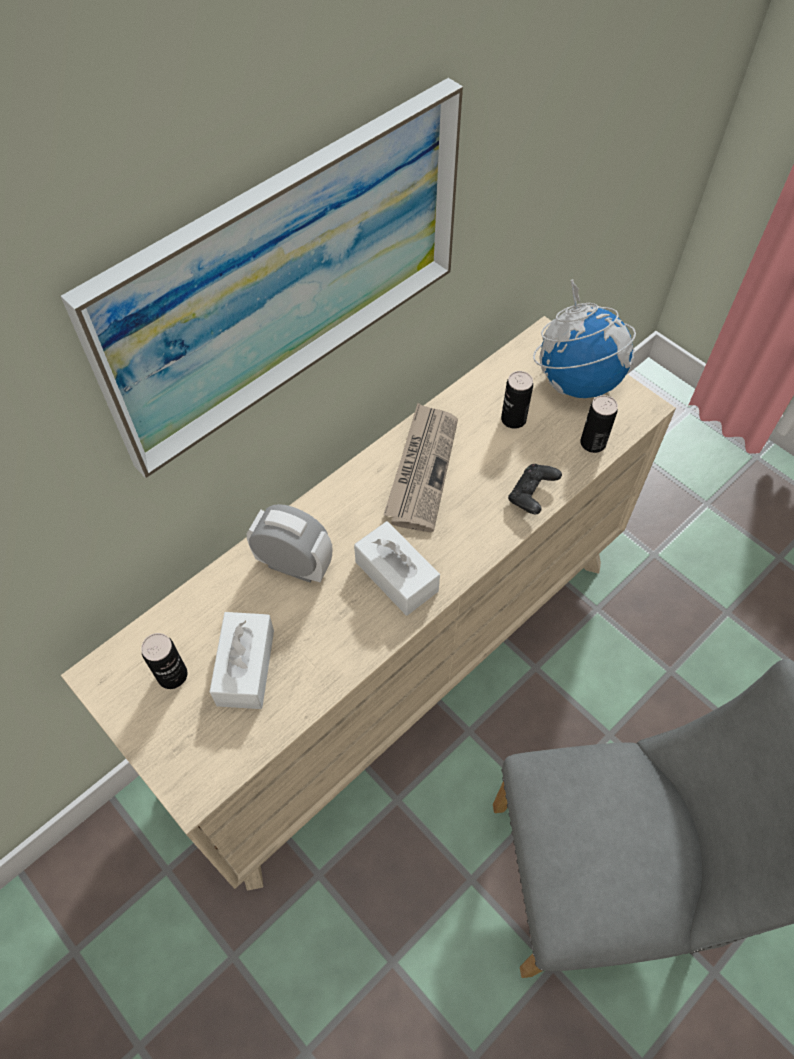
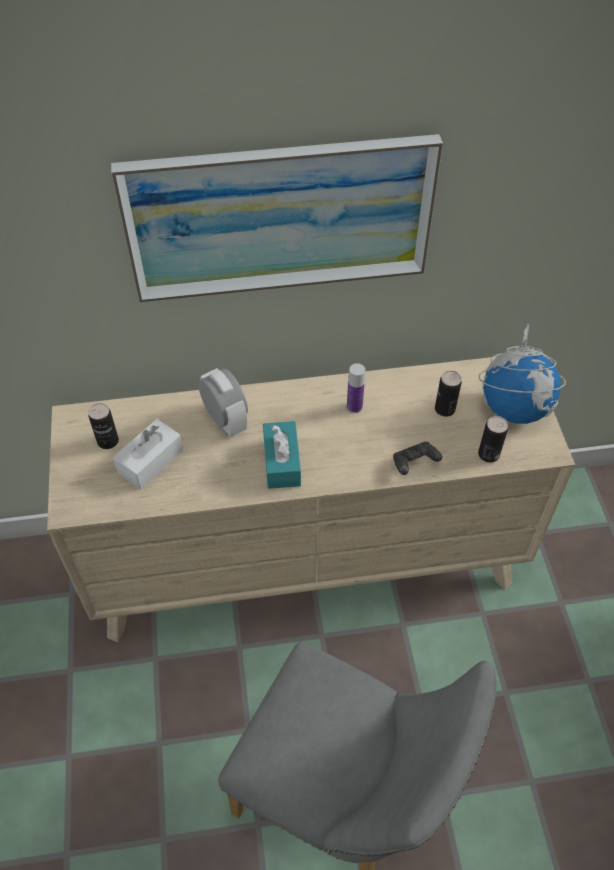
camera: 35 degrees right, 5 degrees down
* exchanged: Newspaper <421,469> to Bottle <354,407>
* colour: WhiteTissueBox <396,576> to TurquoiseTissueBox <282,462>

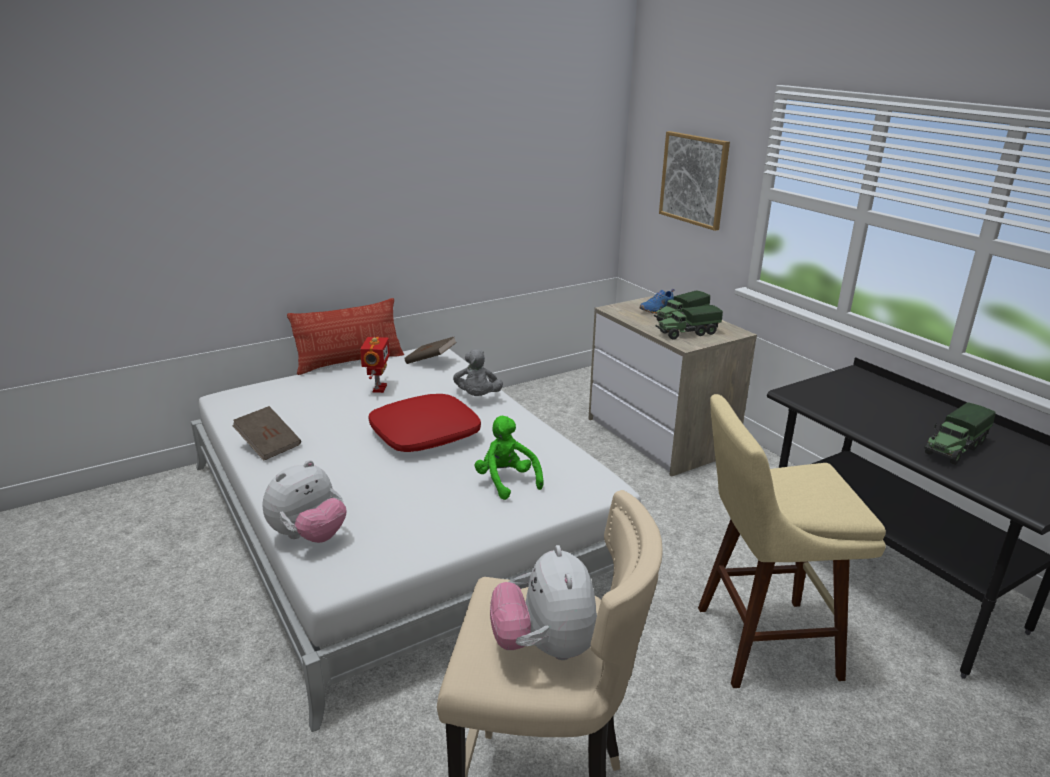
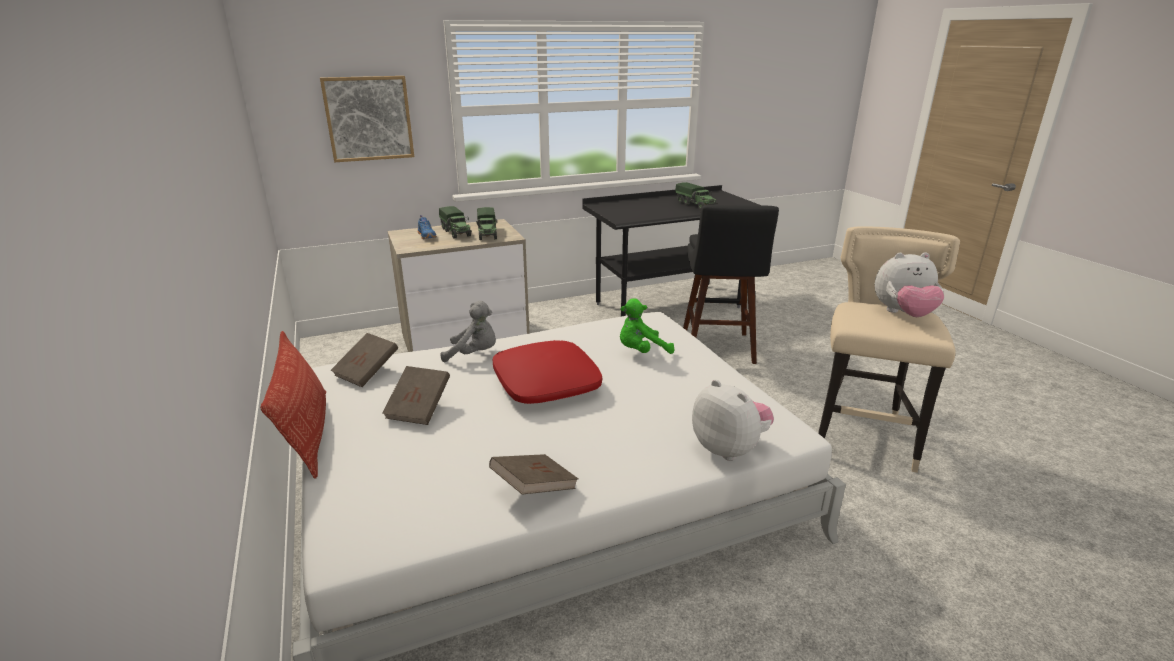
camera: 80 degrees left, 0 degrees up
* exchanged: ToyRobot <378,388> to BrownBook <419,408>
* colour: BeigeStool <759,642> to BlackStool <718,349>

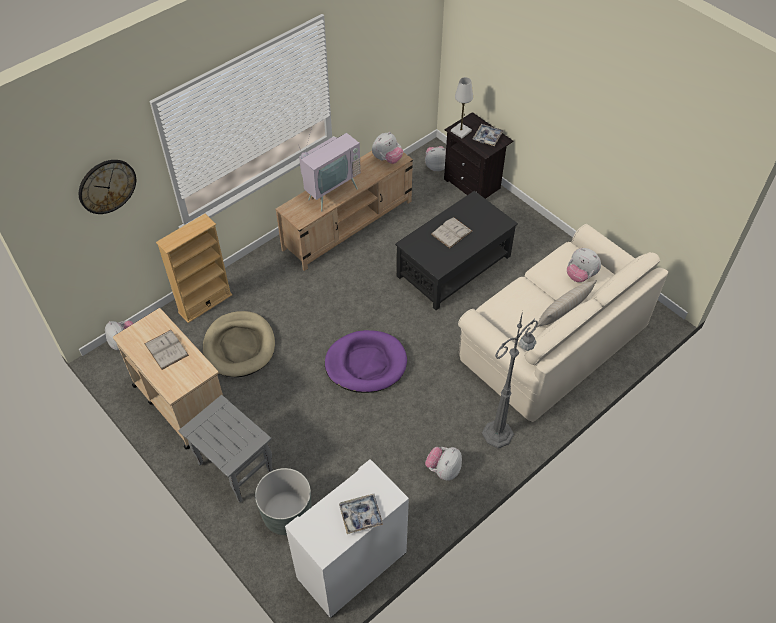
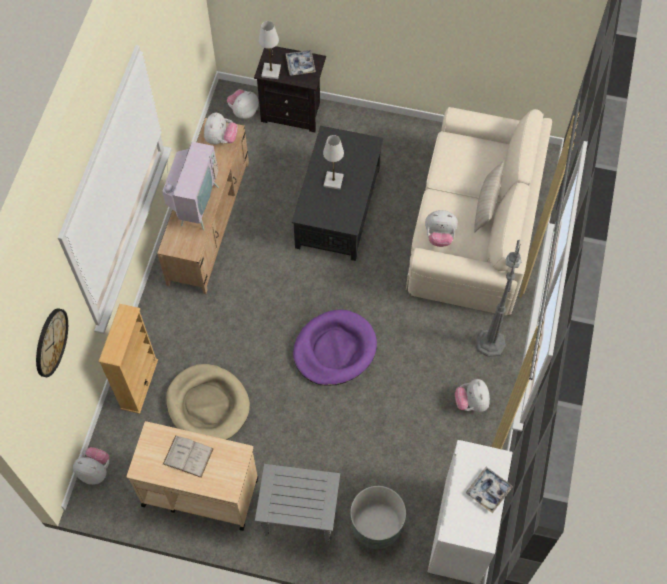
camera: 35 degrees left, 10 degrees up
* relocated: PlushToy <580,275> to <439,236>
* exchanged: WhiteBook <451,232> to WhiteTableLamp <333,181>

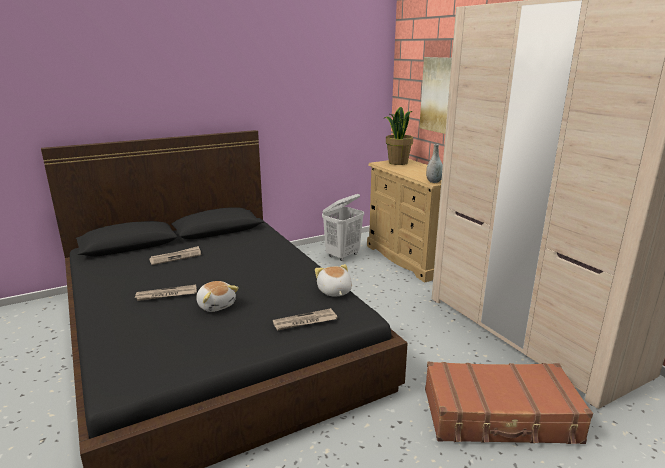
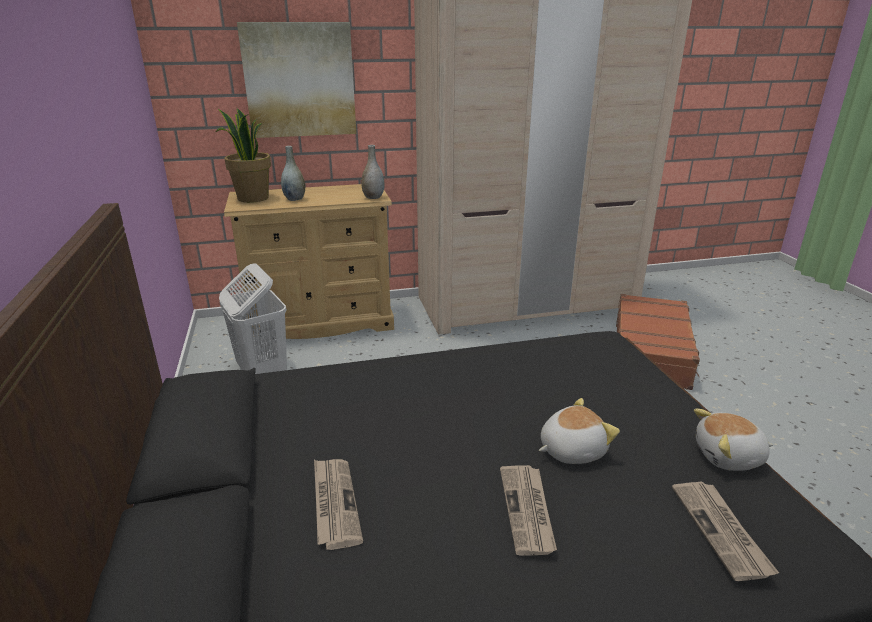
camera: 75 degrees left, 5 degrees up
* appeared: GreyVase <294,199>
* relocated: Newspaper <304,322> to <721,531>
* relocated: PlushToy <334,291> to <729,457>

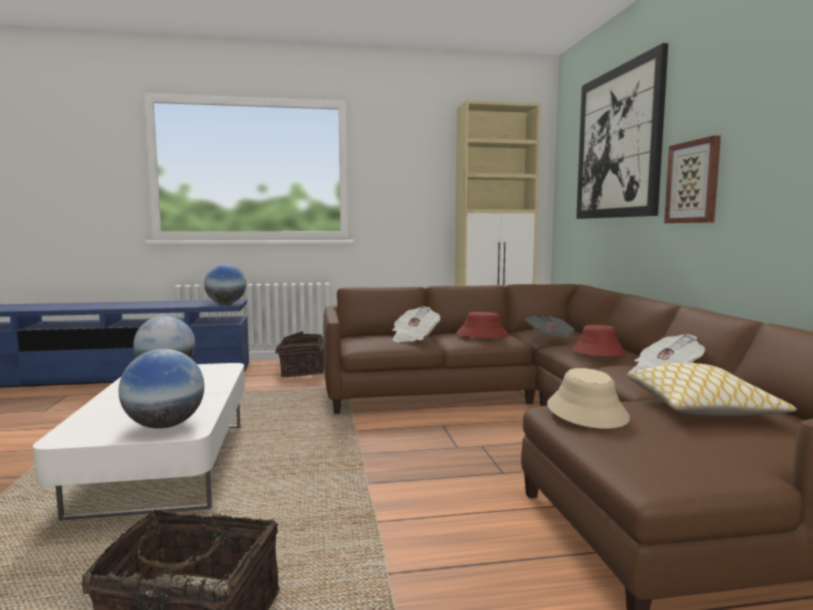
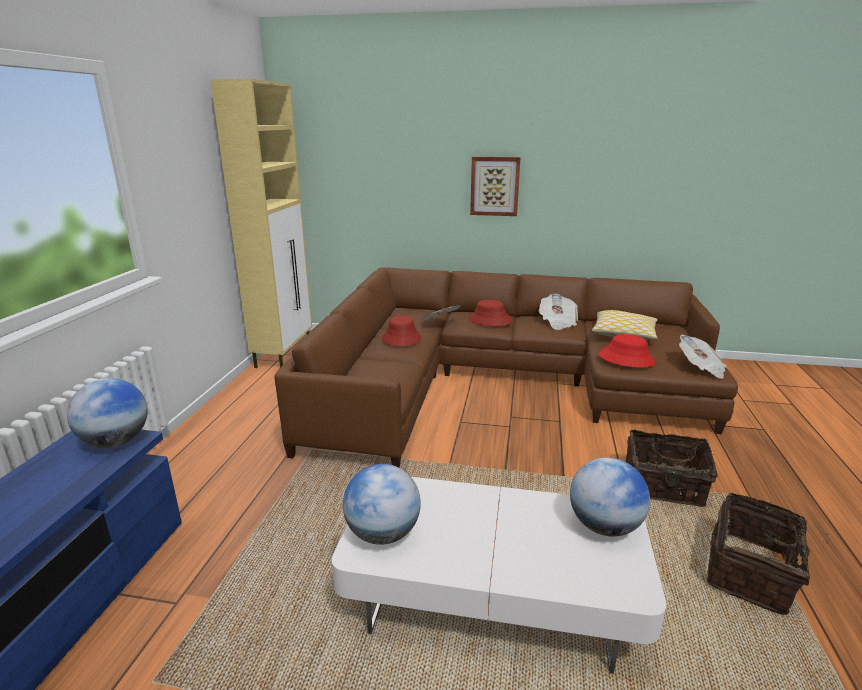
camera: 70 degrees left, 15 degrees up
* missing: Picture <618,143>
* relocated: Basket <301,371> to <663,487>
* relocated: Newspaper <413,338> to <700,368>
* colour: BeigeHat <587,412> to RedHat <626,358>

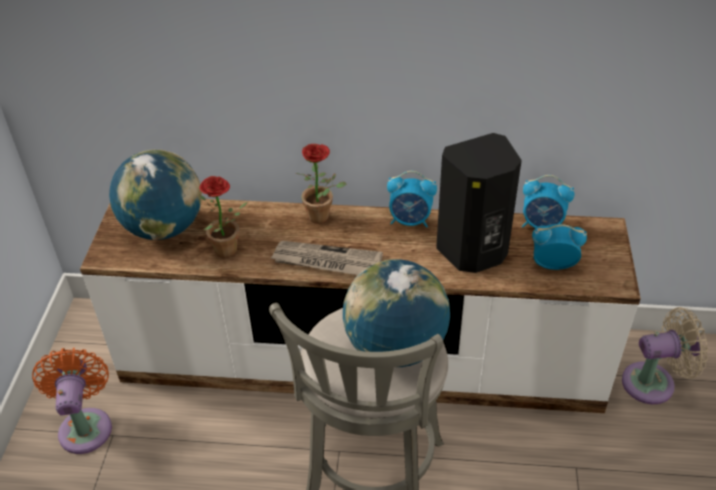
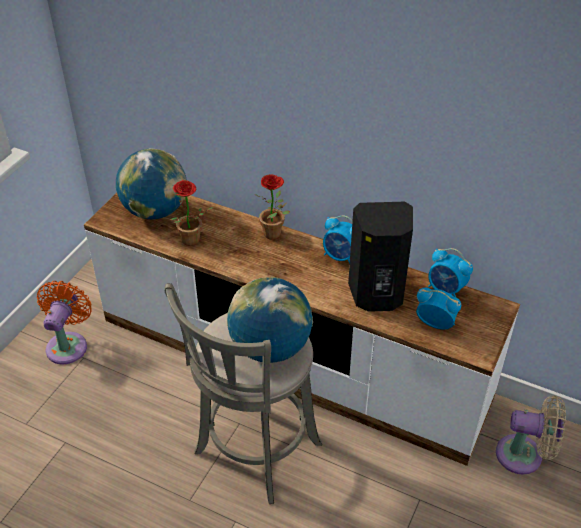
camera: 20 degrees right, 0 degrees up
* missing: Newspaper <326,261>

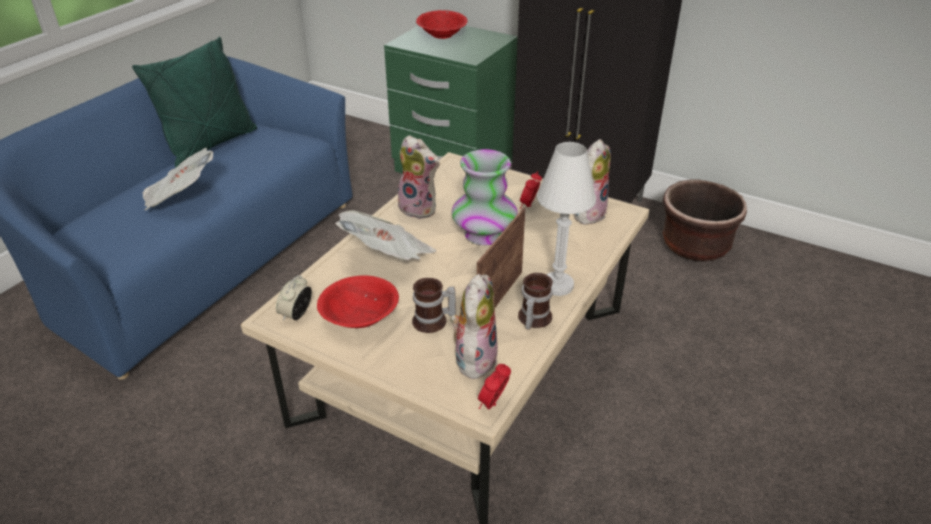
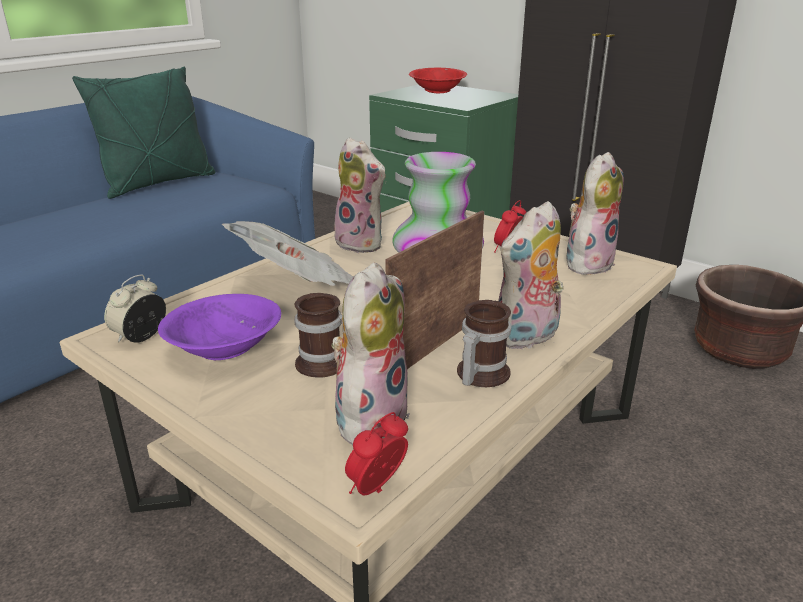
camera: 10 degrees right, 10 degrees down
* missing: Newspaper <180,197>
* exchanged: WhiteTableLamp <557,285> to PlushToy <527,338>
* colour: RedBowl <360,318> to PurpleBowl <224,349>

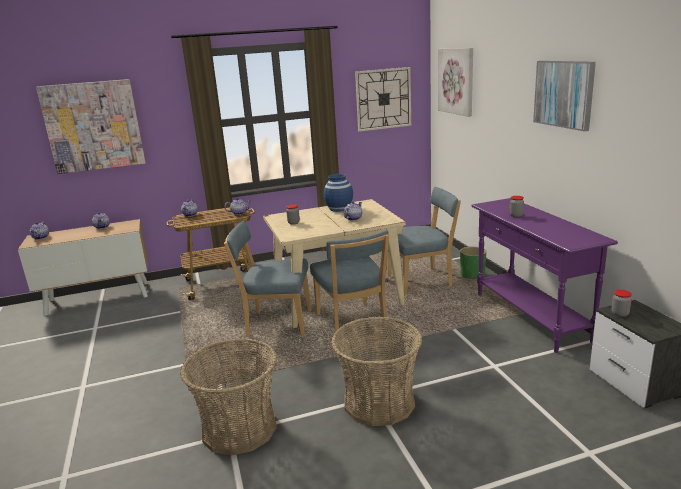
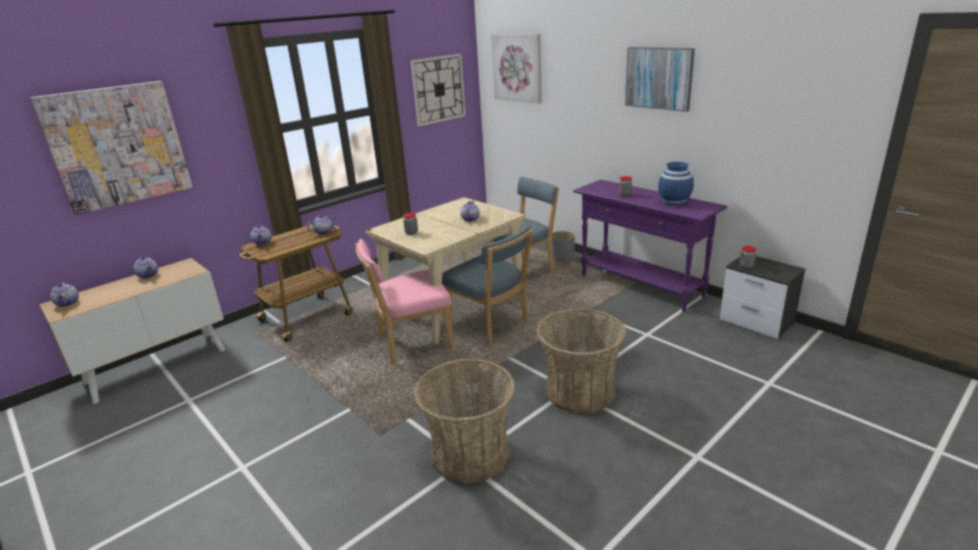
camera: 25 degrees left, 5 degrees up
* relocated: BlueVase <339,208> to <674,202>
* colour: BlueChair <276,323> to PinkChair <411,344>
* colour: GreenPlanter <472,275> to GreyPlanter <562,259>

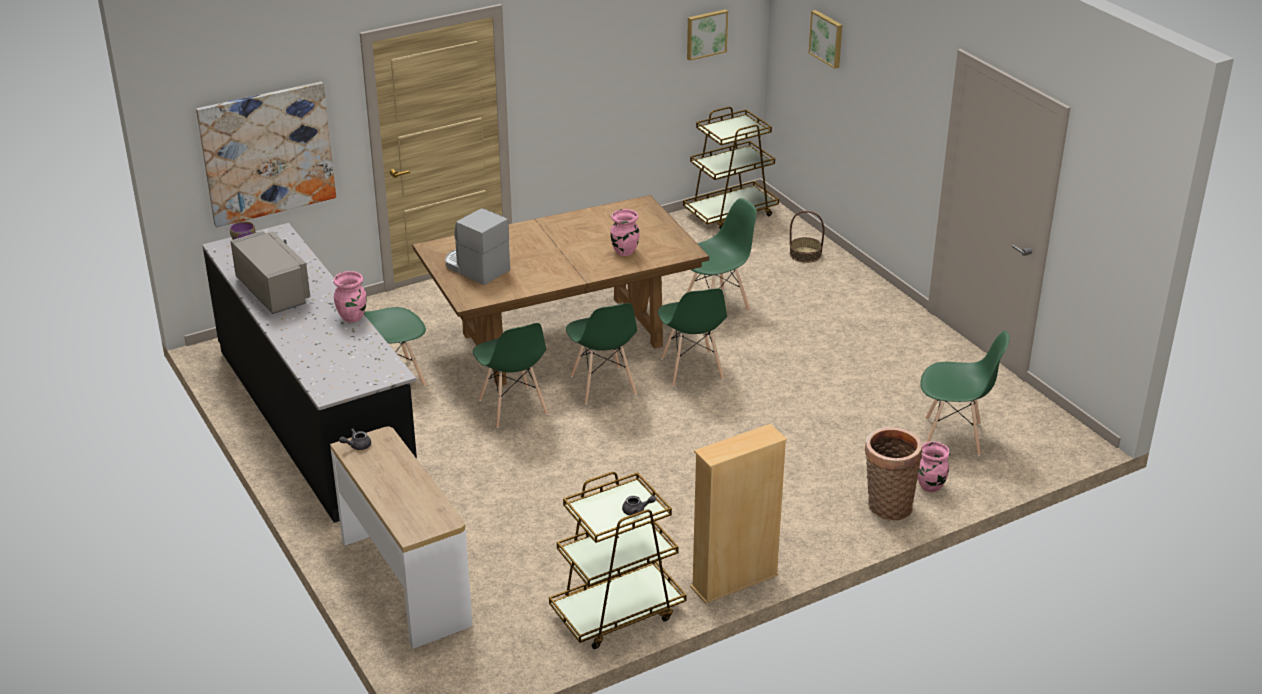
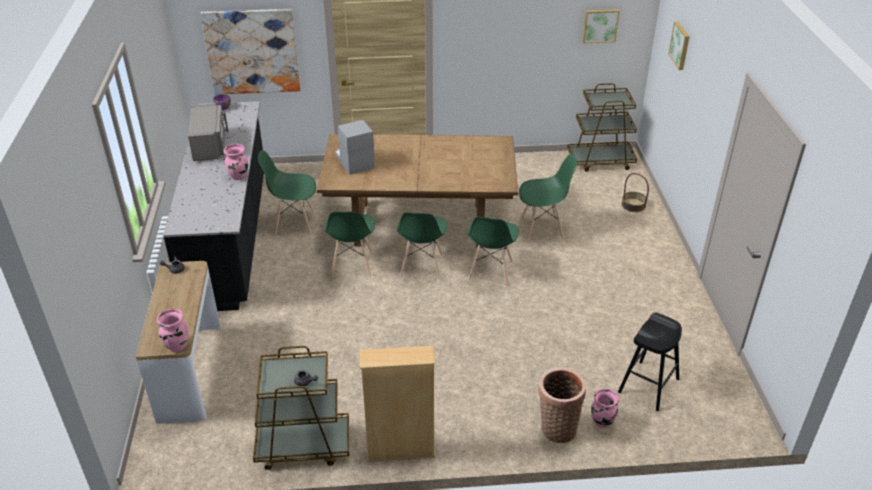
camera: 25 degrees right, 5 degrees up
* relocated: PinkVase <624,252> to <176,346>
* exchanged: GreenChair <953,437> to BlackStool <648,385>

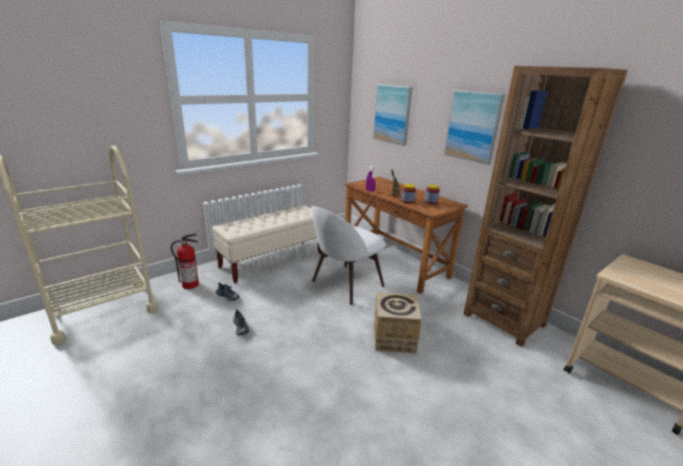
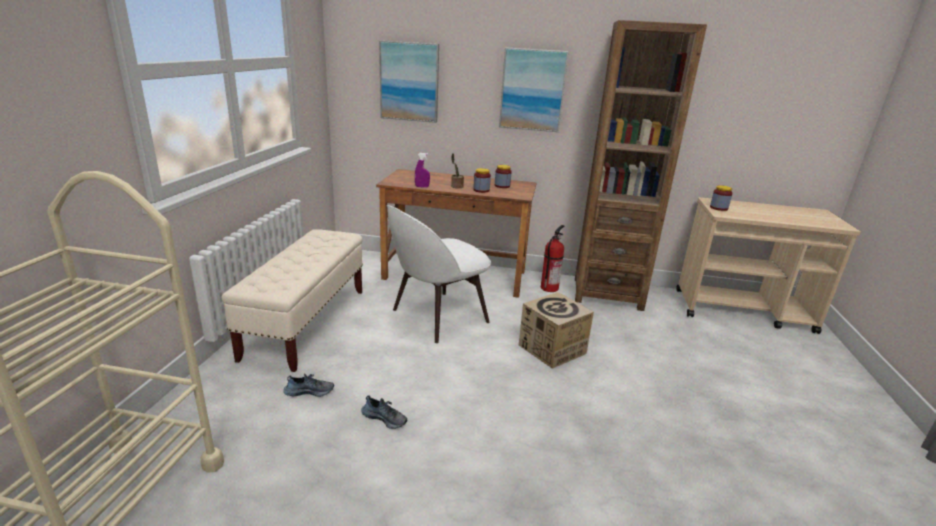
camera: 40 degrees left, 0 degrees up
* appeared: Jar <718,208>
* relocated: FireExtinguisher <191,284> to <549,287>
* spun: WhiteChair <345,285> = <436,317> 45 degrees clockwise

